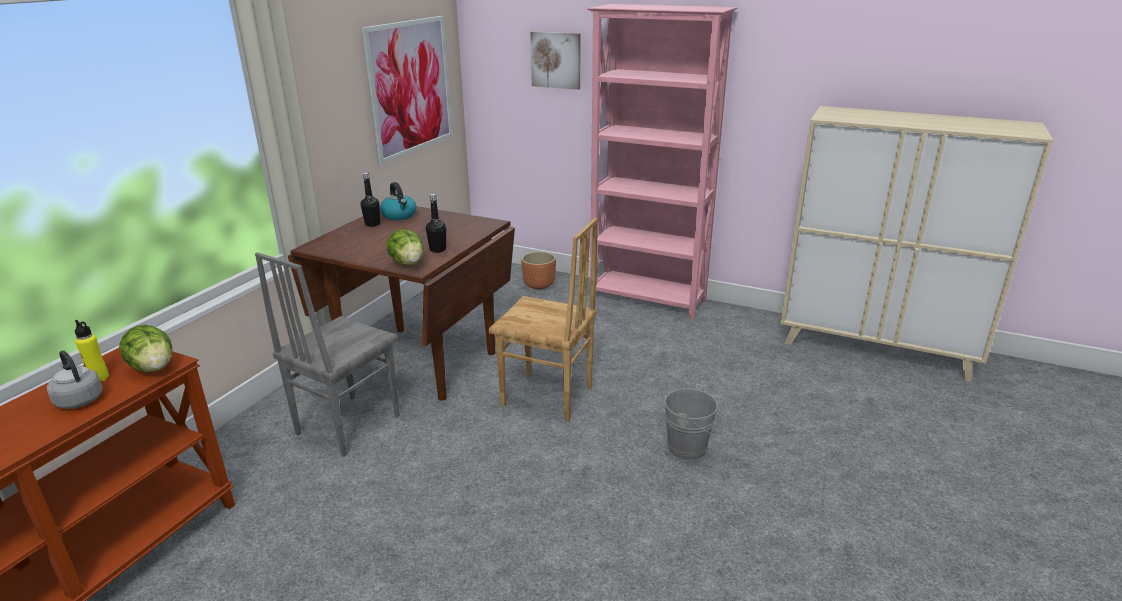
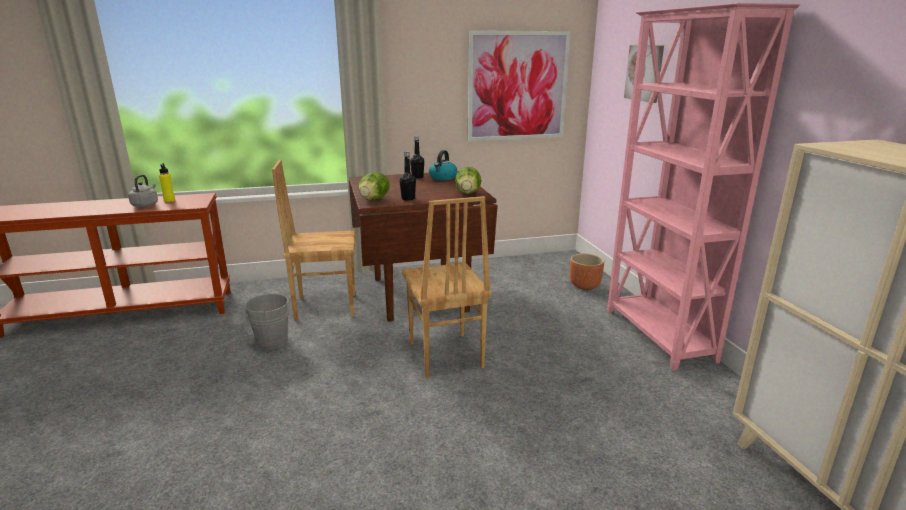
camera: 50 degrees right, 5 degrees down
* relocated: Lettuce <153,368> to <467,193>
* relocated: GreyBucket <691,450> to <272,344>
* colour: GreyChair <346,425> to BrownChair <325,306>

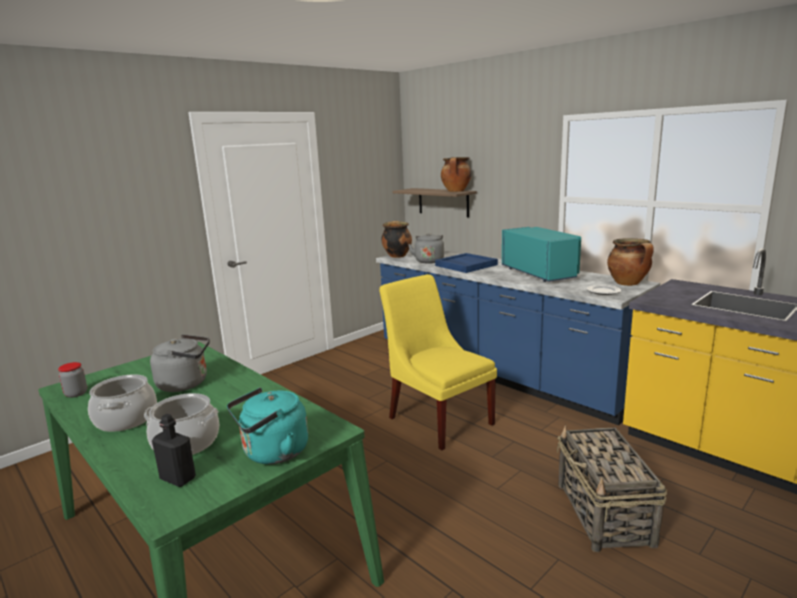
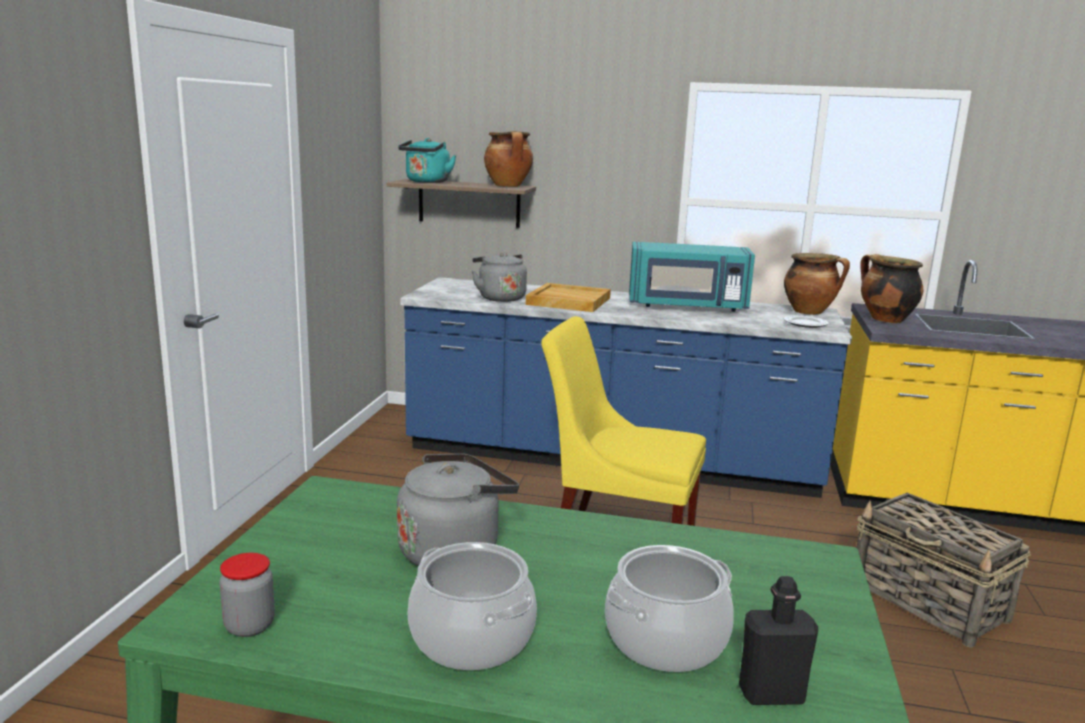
camera: 35 degrees left, 0 degrees up
* relocated: TurquoiseKettle <272,453> to <427,182>
* relocated: CookingPot <397,256> to <884,319>
* colour: BlueTray <465,265> to BeigeTray <568,301>
* spun: TurquoiseMicrowave <539,273> = <687,306> 150 degrees clockwise

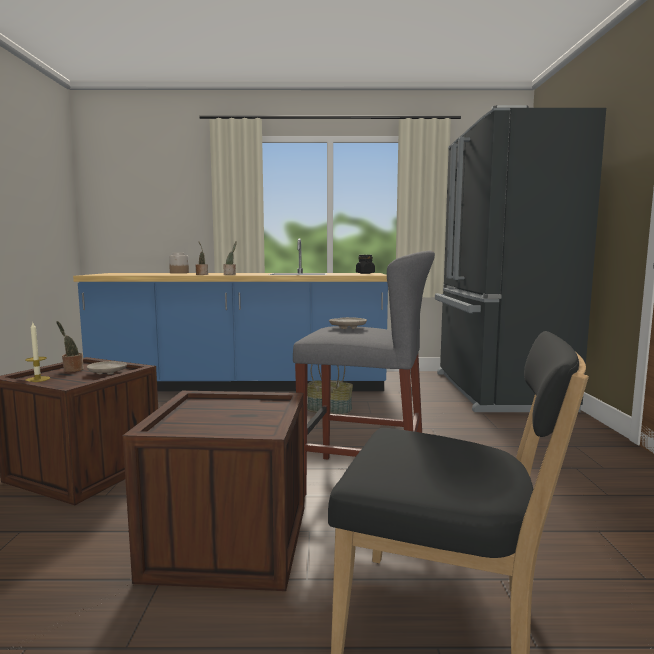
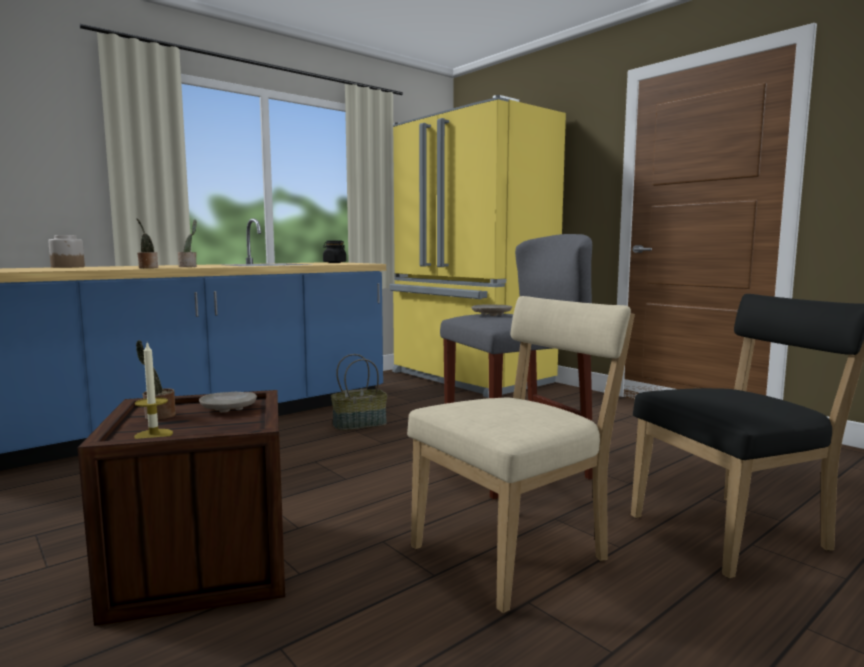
camera: 40 degrees left, 0 degrees up
* exchanged: Crate <229,541> to BeigeChair <516,552>
* colour: BlackFridge <496,391> to YellowFridge <469,378>

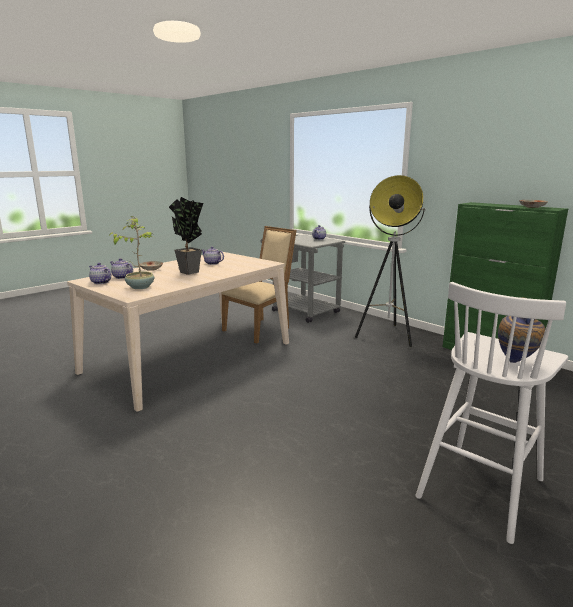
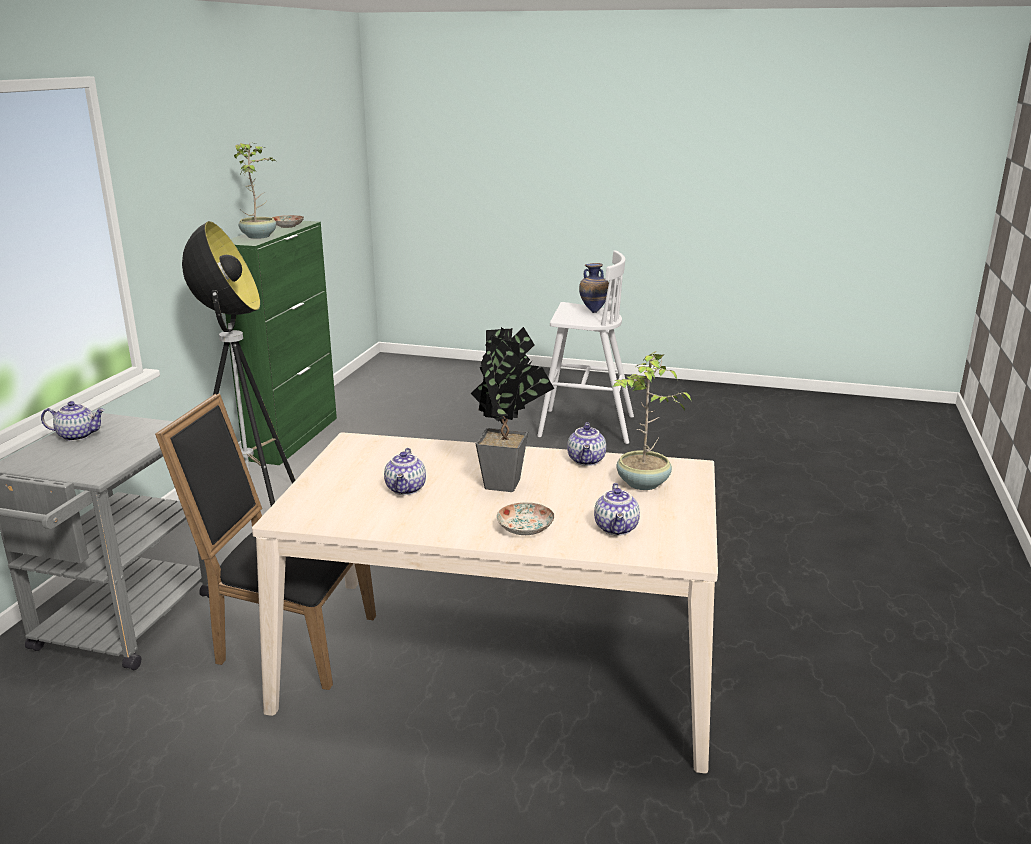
camera: 120 degrees left, 5 degrees up
* appeared: PottedPlant <259,236>
* relocated: Teapot <100,282> to <587,460>
* colour: BeigeChair <260,329> to BlackChair <287,641>

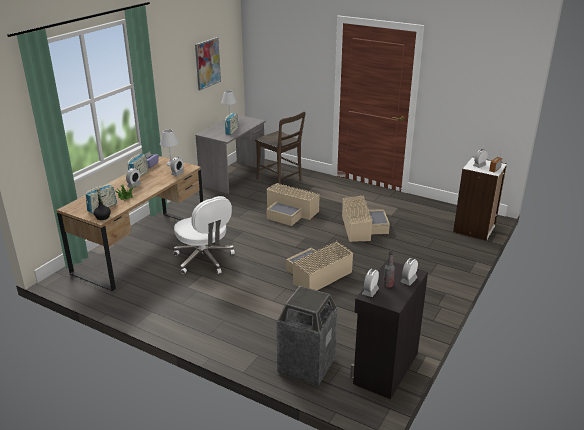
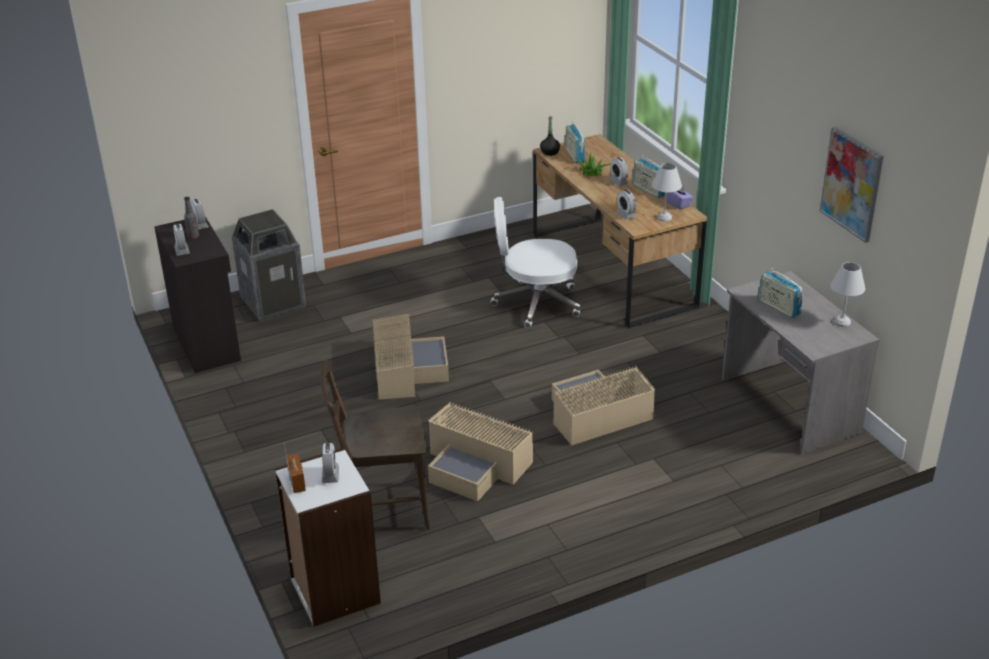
camera: 125 degrees right, 5 degrees up
* relocated: BrownChair <280,180> to <382,510>

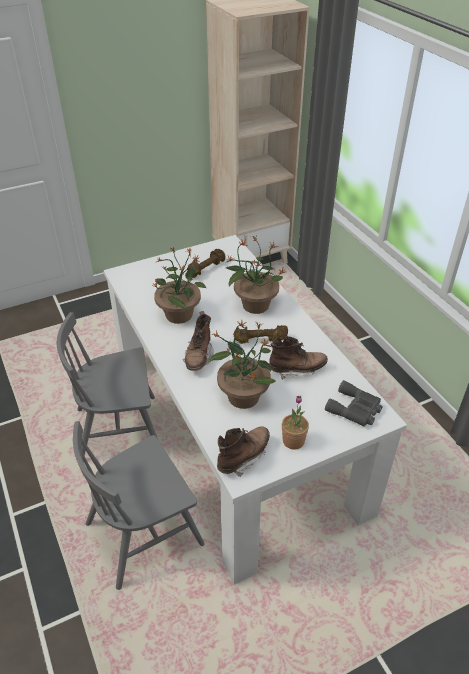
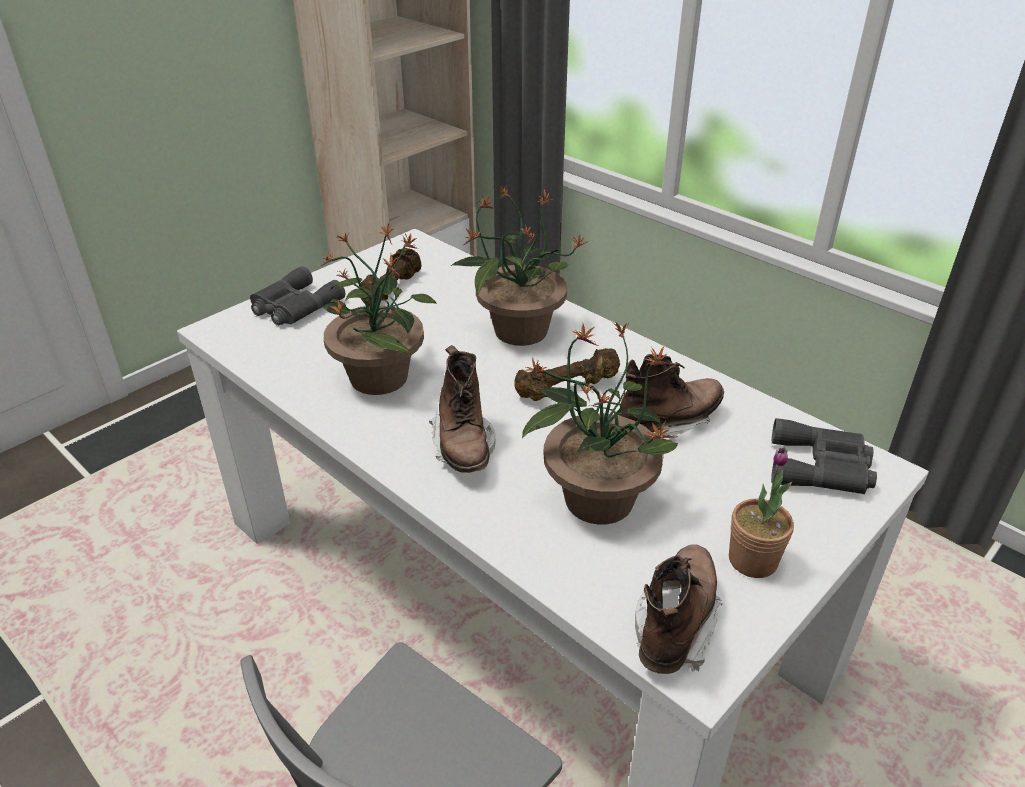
camera: 20 degrees left, 5 degrees down
* missing: GreyChair <119,429>
* appeared: GreyBinoculars <294,306>

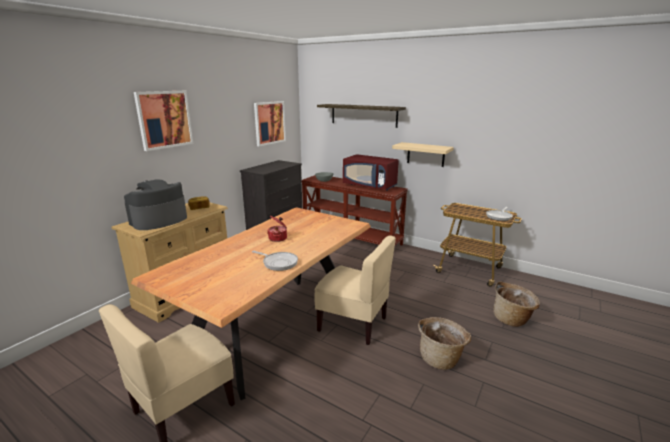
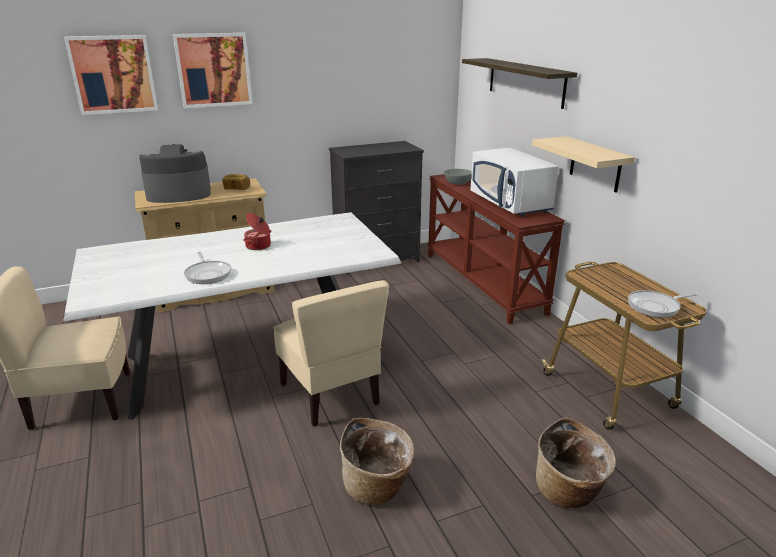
camera: 35 degrees right, 5 degrees up
* relocated: Picture <269,123> to <113,74>
* colour: BrownDiningTable <275,326> to WhiteDiningTable <248,359>
* colour: RedMicrowave <370,186> to WhiteMicrowave <510,204>

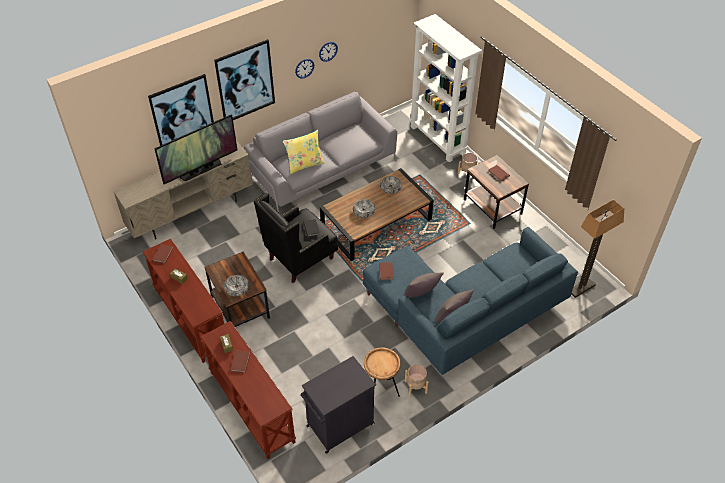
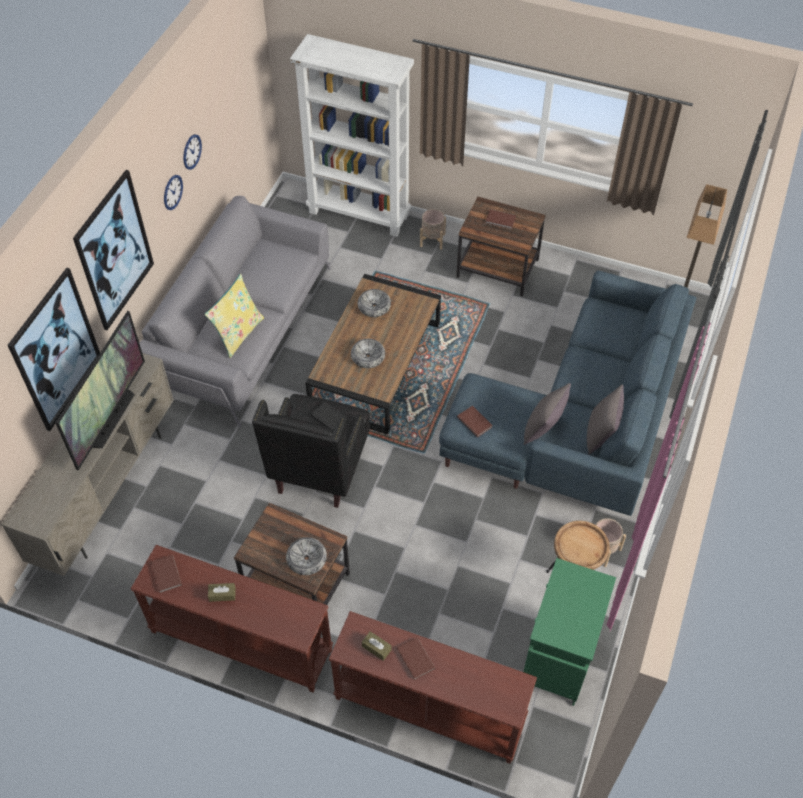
camera: 35 degrees left, 5 degrees up
* colour: BlackCabinet <339,426> to GreenCabinet <558,659>

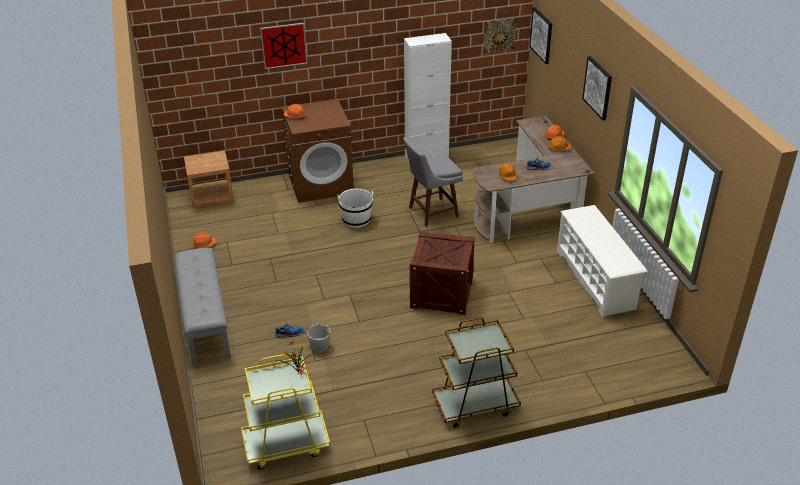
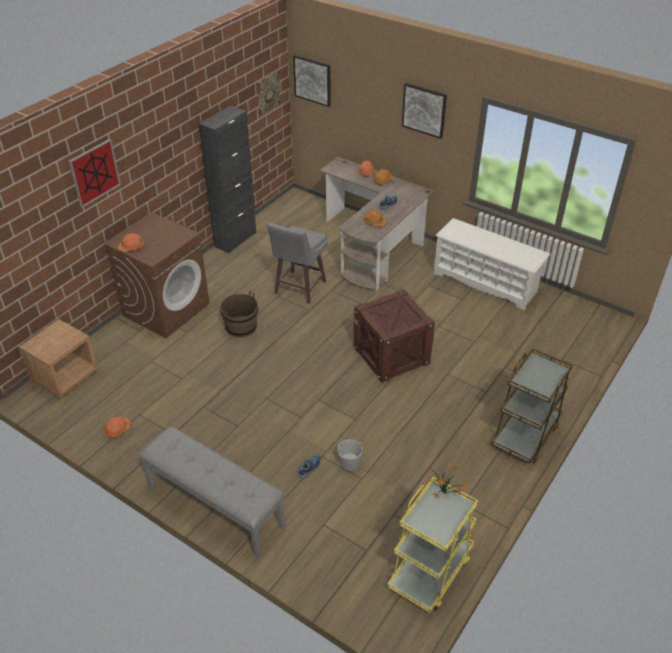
camera: 40 degrees left, 5 degrees up
* colour: WhiteBucket <356,219> to BrownBucket <241,327>
* colour: WhiteCabinet <426,157> to BlackCabinet <235,239>

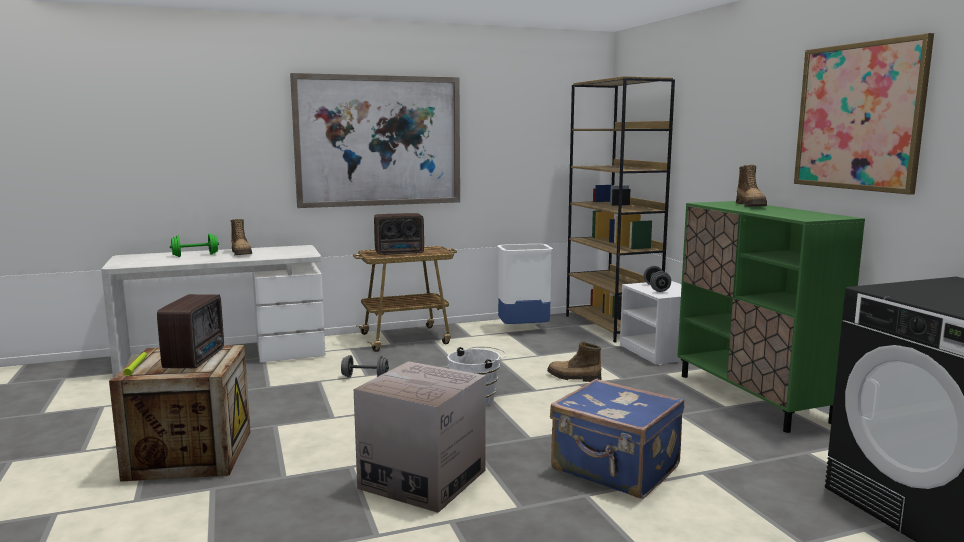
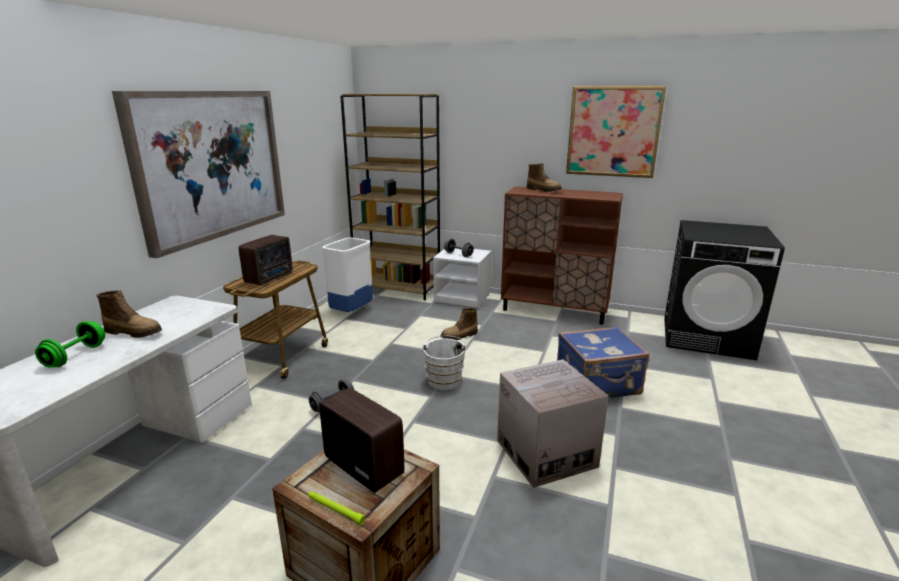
camera: 50 degrees left, 10 degrees up
* colour: GreenCabinet <752,398> to BrownCabinet <555,310>

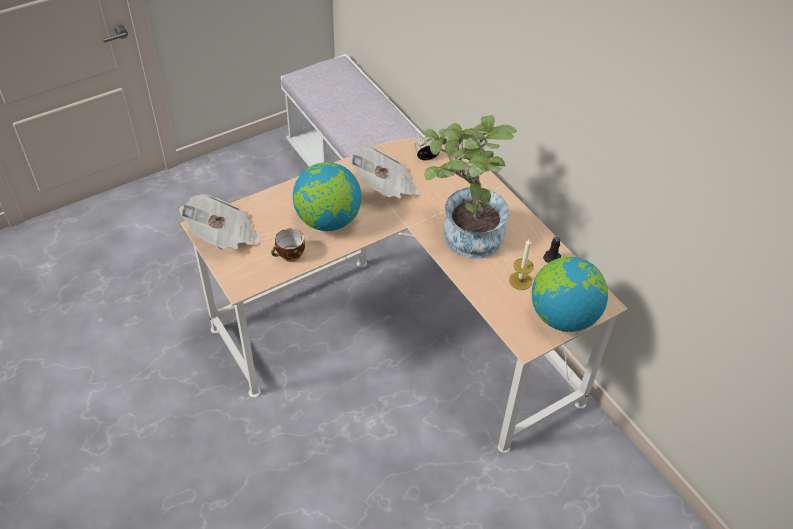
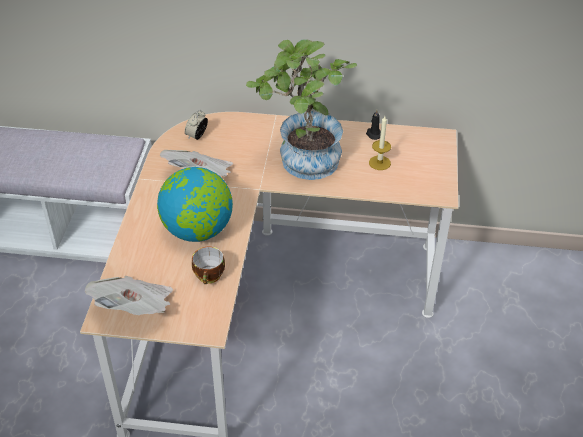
camera: 50 degrees left, 5 degrees down
* missing: Globe <563,316>

